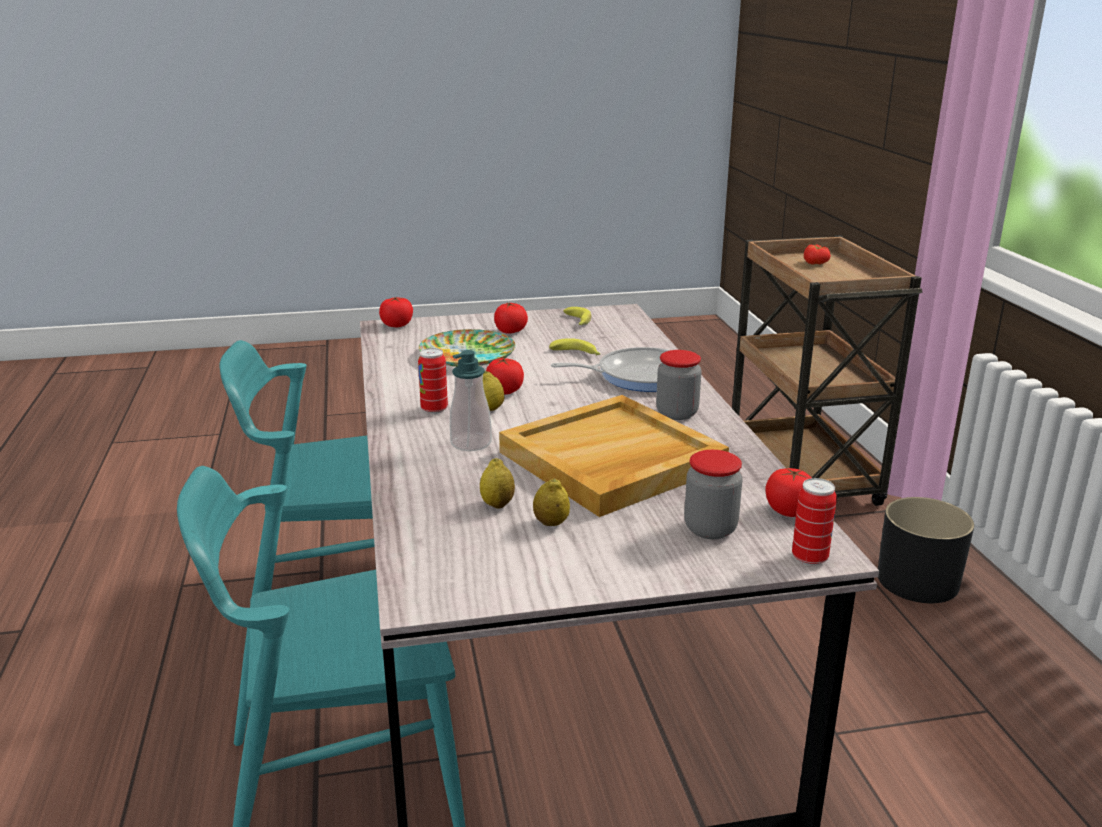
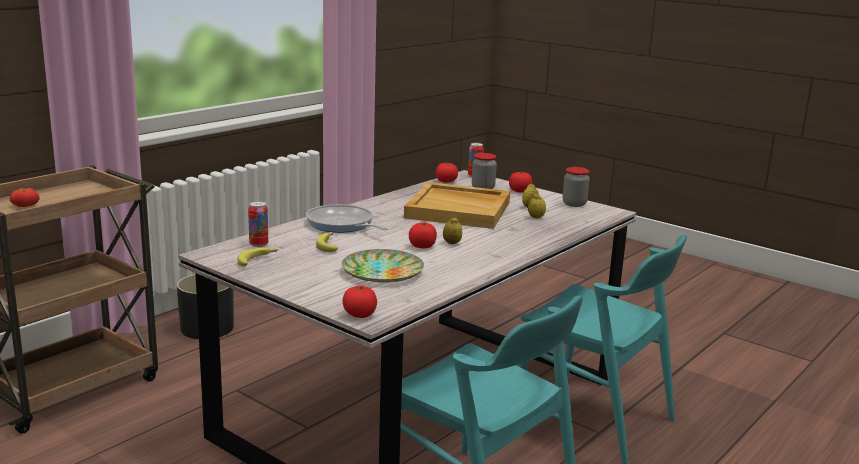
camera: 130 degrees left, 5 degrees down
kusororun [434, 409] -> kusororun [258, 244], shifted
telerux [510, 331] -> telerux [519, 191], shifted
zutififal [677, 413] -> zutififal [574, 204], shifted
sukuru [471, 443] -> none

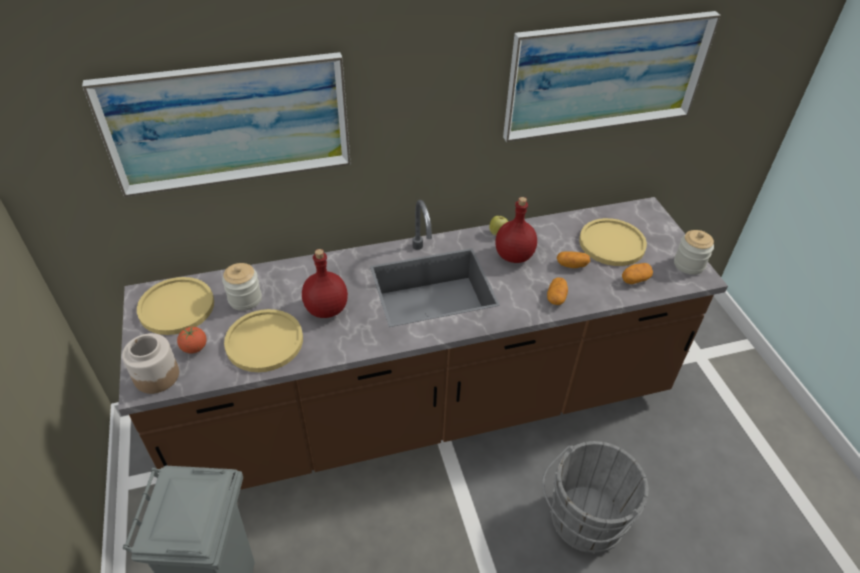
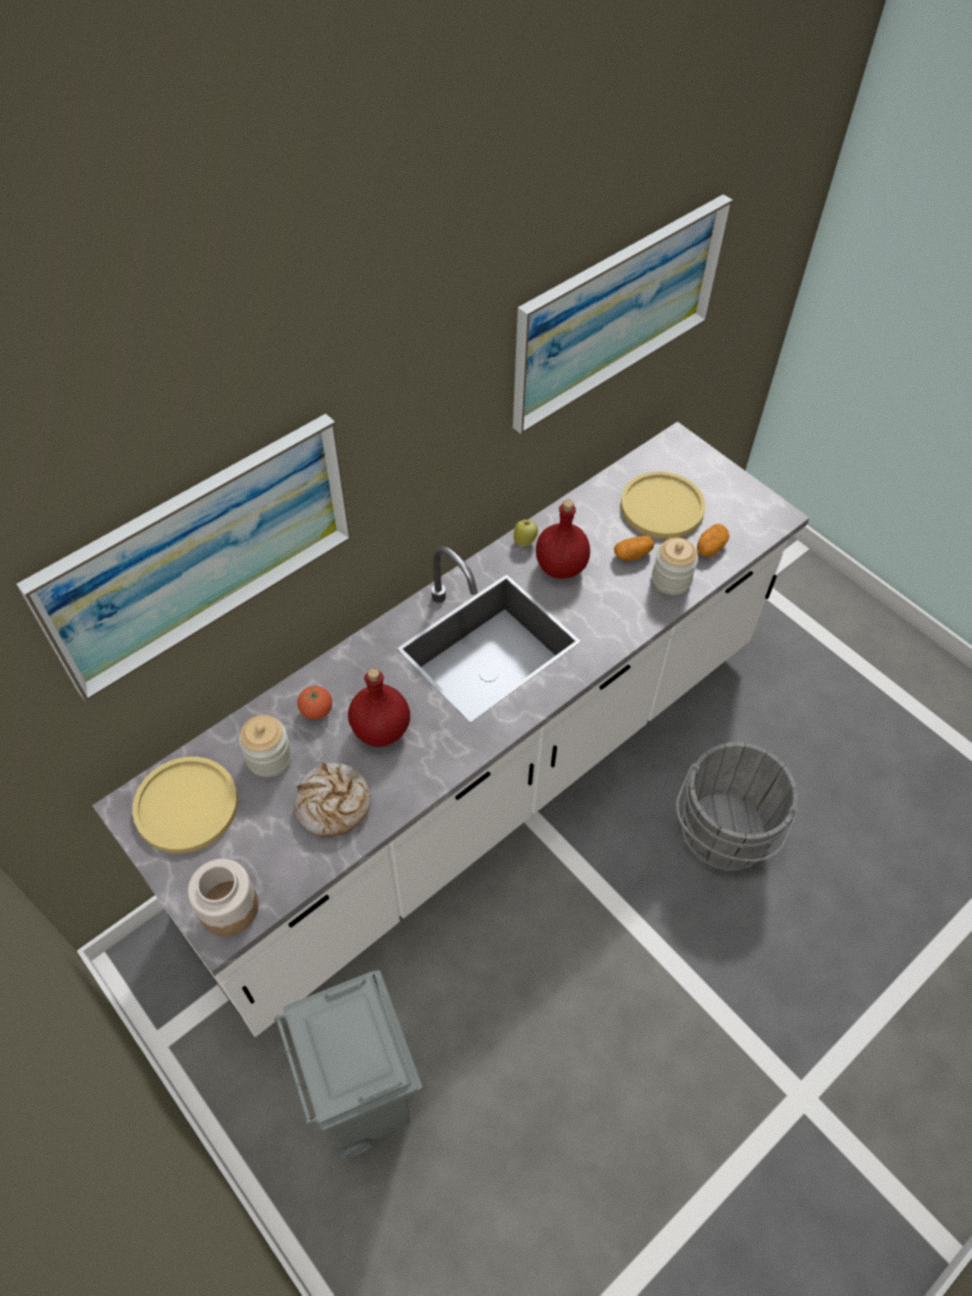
camera: 25 degrees left, 10 degrees up
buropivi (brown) [426, 410] -> buropivi (white) [483, 780]
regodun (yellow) [264, 341] -> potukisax [333, 805]
telerux [194, 348] -> telerux [316, 711], shifted
zutififal [689, 264] -> zutififal [671, 580], shifted
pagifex [556, 297] -> none

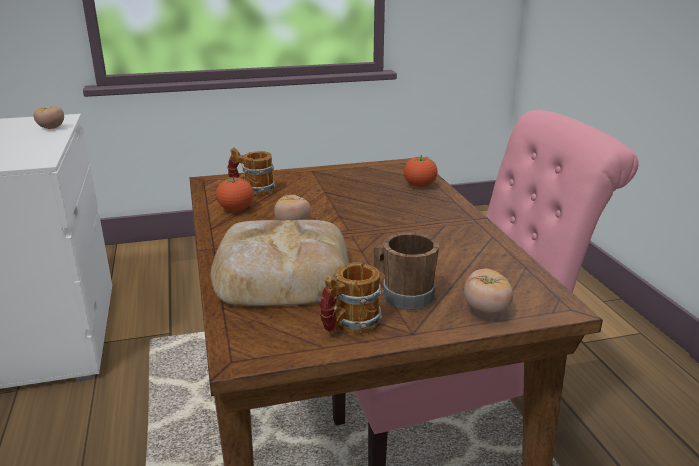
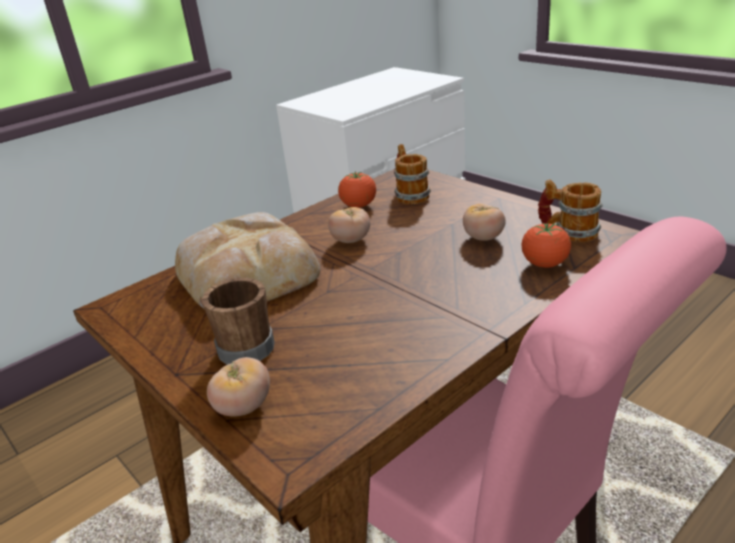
camera: 65 degrees right, 5 degrees up
telerux [51, 128] -> telerux [483, 238], shifted
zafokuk [349, 326] -> zafokuk [568, 232], shifted

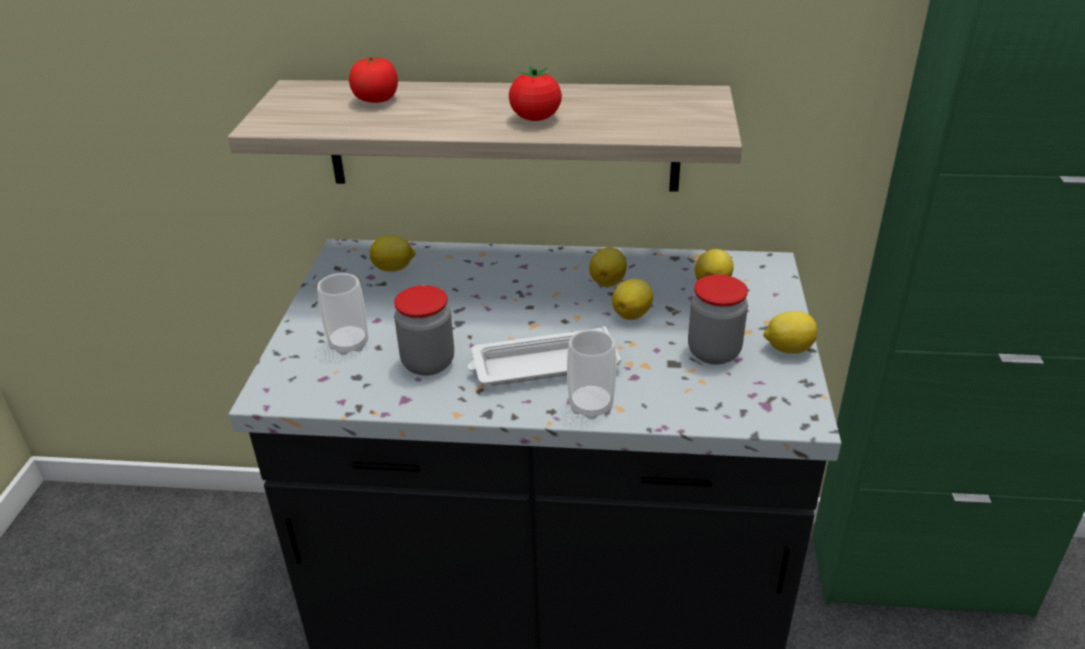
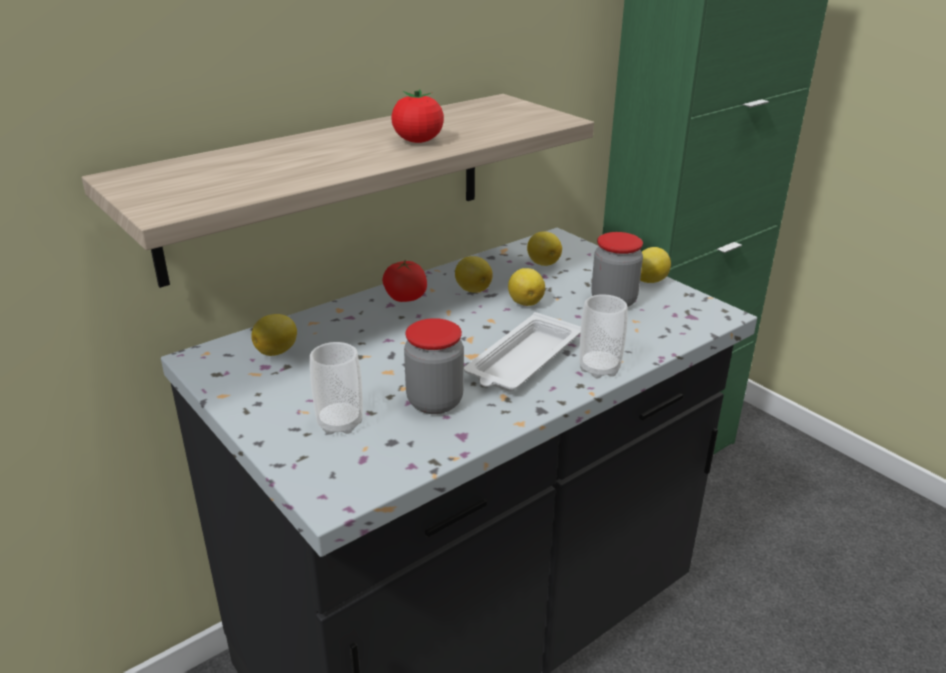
camera: 45 degrees left, 5 degrees down
telerux [376, 100] -> telerux [406, 298], shifted

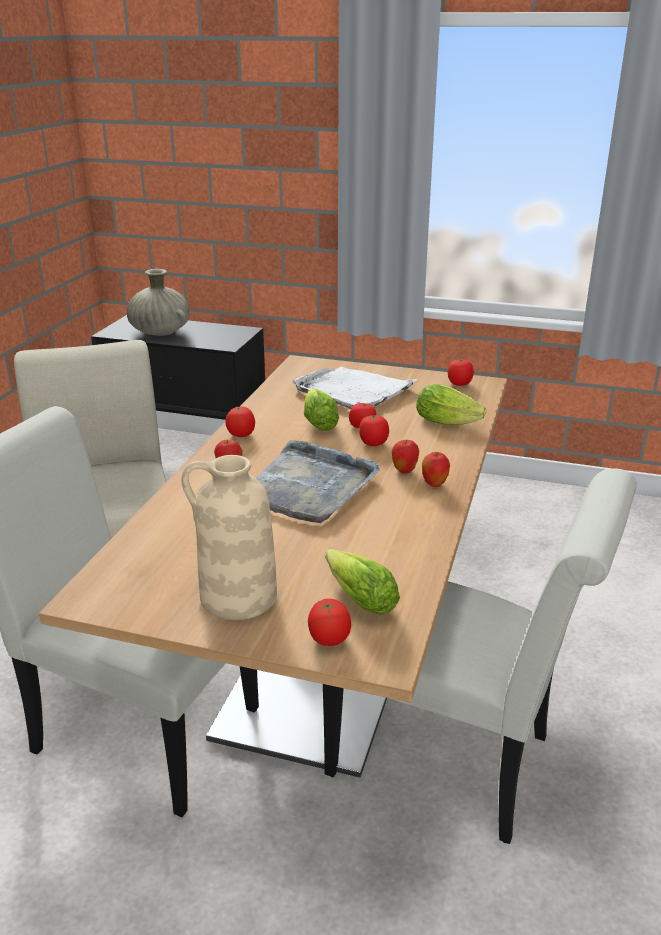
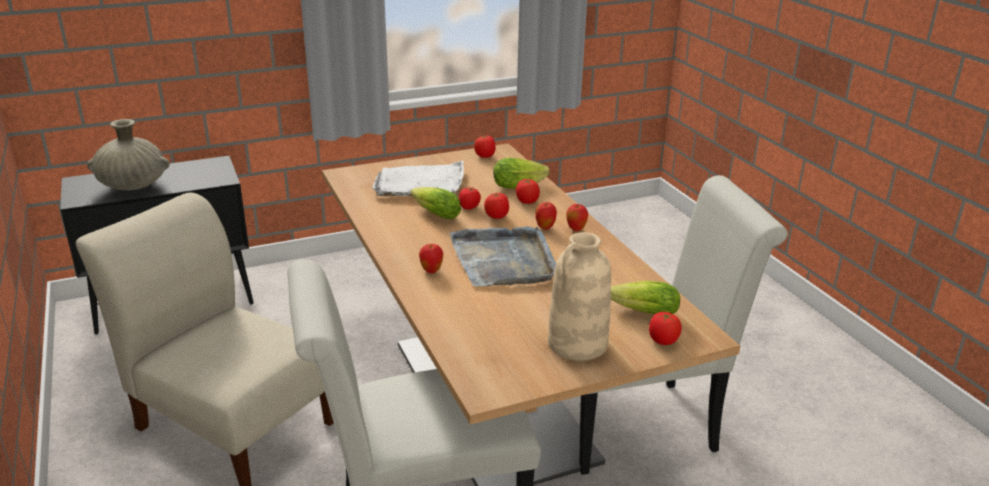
camera: 40 degrees left, 0 degrees up
telerux [241, 434] -> telerux [527, 202], shifted

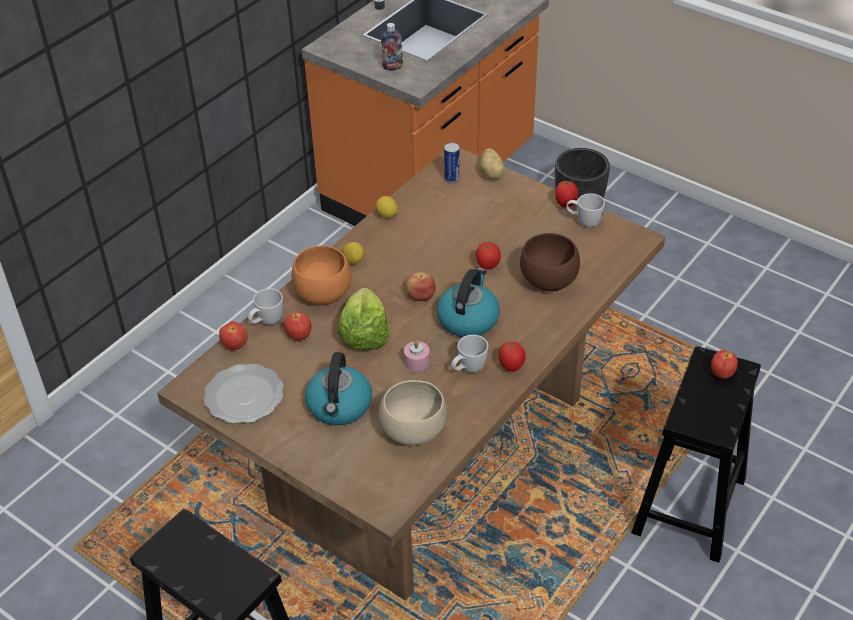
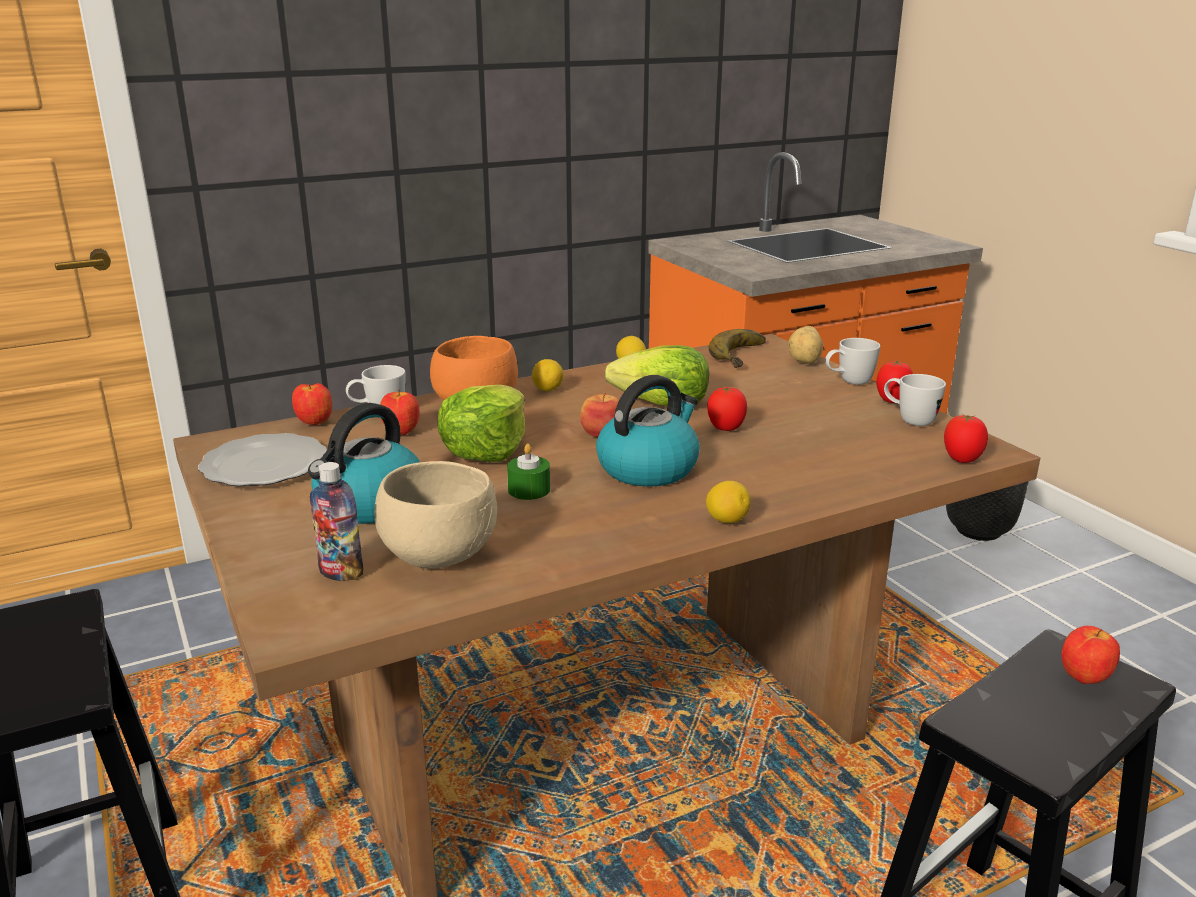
camera: 25 degrees right, 20 degrees down
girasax [392, 67] -> girasax [341, 573], shifted
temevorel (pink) [417, 362] -> temevorel (green) [529, 490]
none -> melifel [662, 404]
none -> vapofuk [727, 520]
kusororun [451, 179] -> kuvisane [746, 355]
zafokuk (white) [468, 369] -> zafokuk (white) [848, 382], shifted
telerux [511, 367] -> telerux [962, 460], shifted
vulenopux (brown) [549, 283] -> none

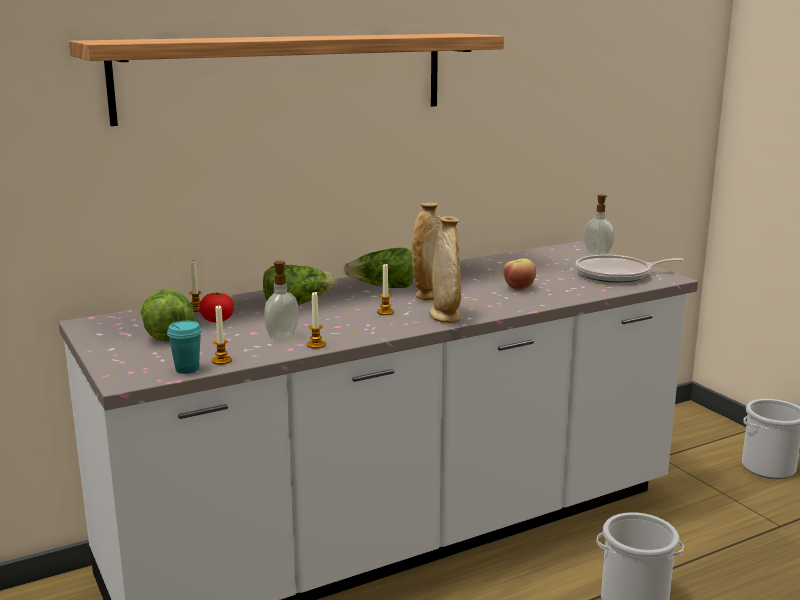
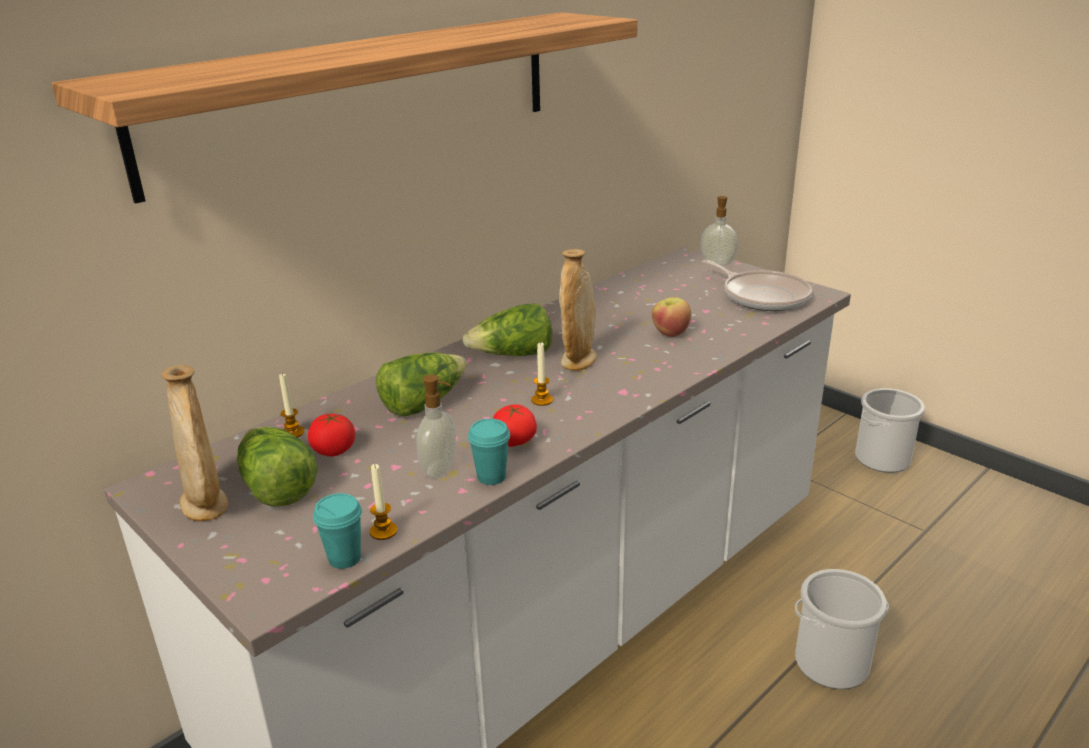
camera: 15 degrees left, 10 degrees up
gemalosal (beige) [444, 316] -> gemalosal (beige) [204, 505], shifted
temevorel [316, 345] -> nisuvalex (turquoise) [491, 477]
none -> telerux [514, 441]
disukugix [617, 275] -> disukugix [762, 296], 105 degrees counterclockwise

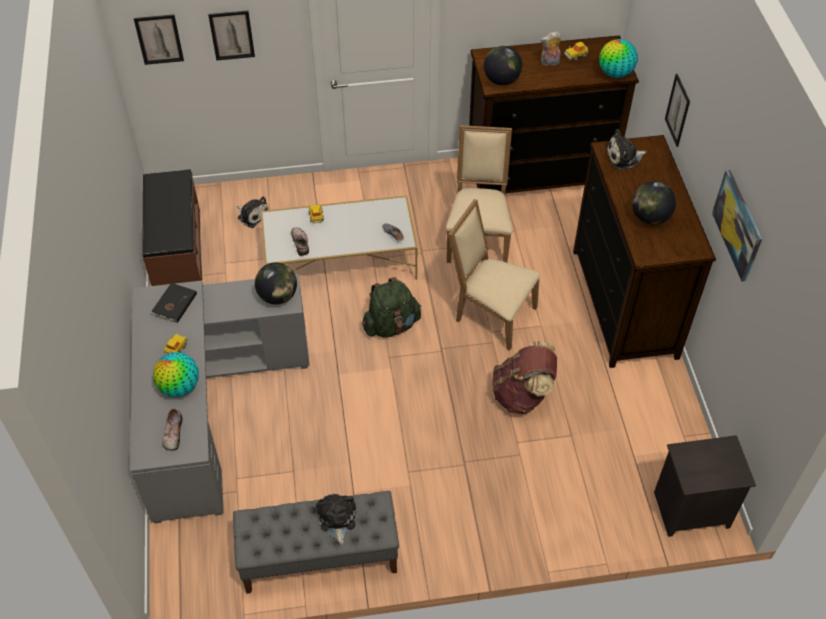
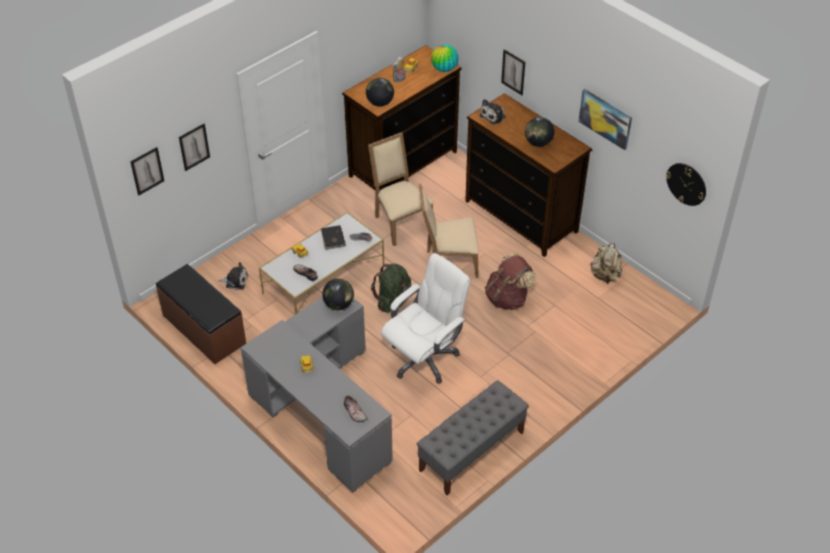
camera: 35 degrees left, 5 degrees down
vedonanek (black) [173, 304] -> vedonanek (black) [332, 238], shifted
none -> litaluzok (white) [424, 358]
none -> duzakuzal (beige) [605, 275]
none -> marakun [686, 184]
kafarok [179, 387] -> none
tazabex [337, 519] -> none
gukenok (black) [690, 511] -> none

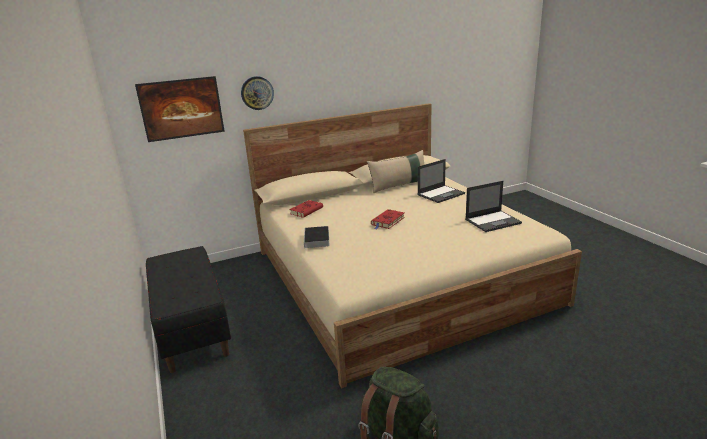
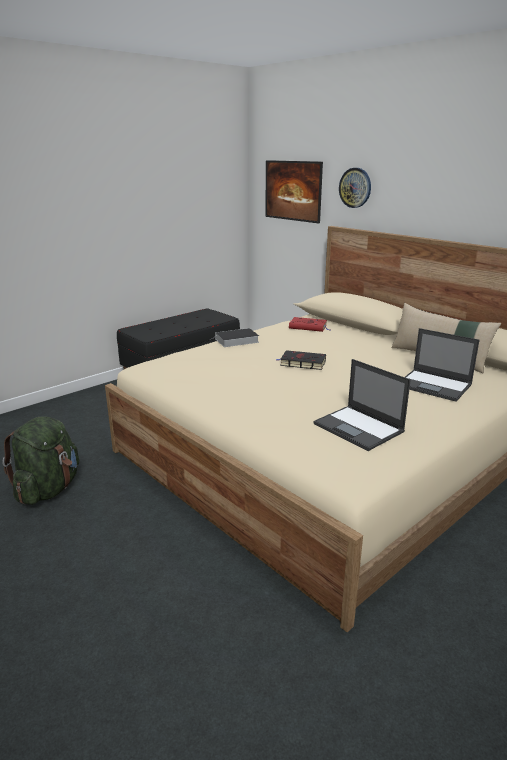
camera: 70 degrees right, 0 degrees up
vedonanek (red) [387, 221] -> vedonanek (black) [301, 363]

